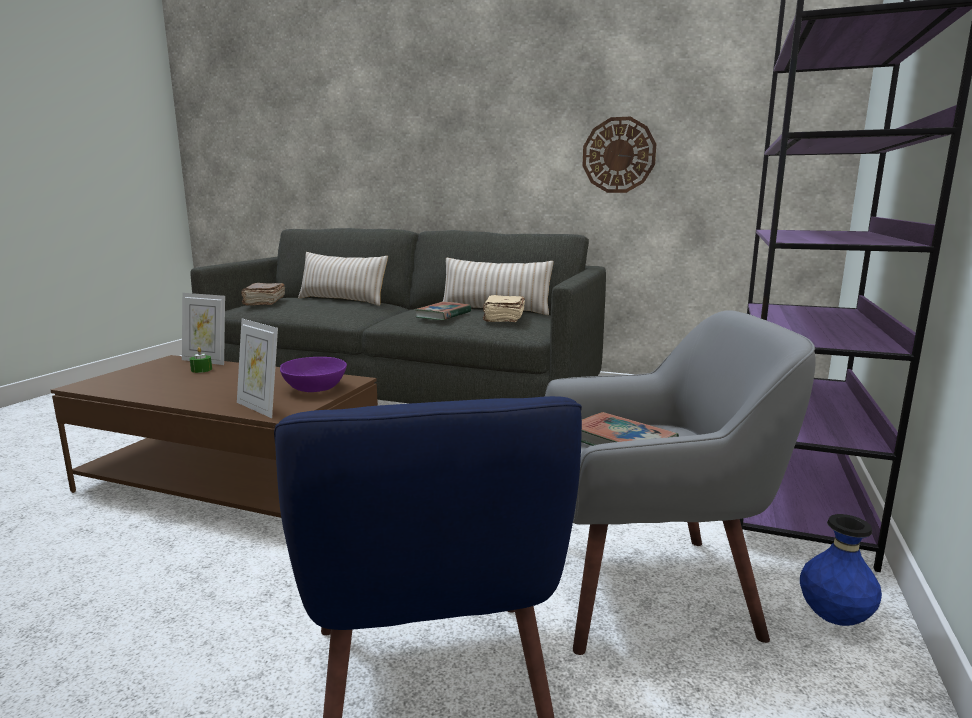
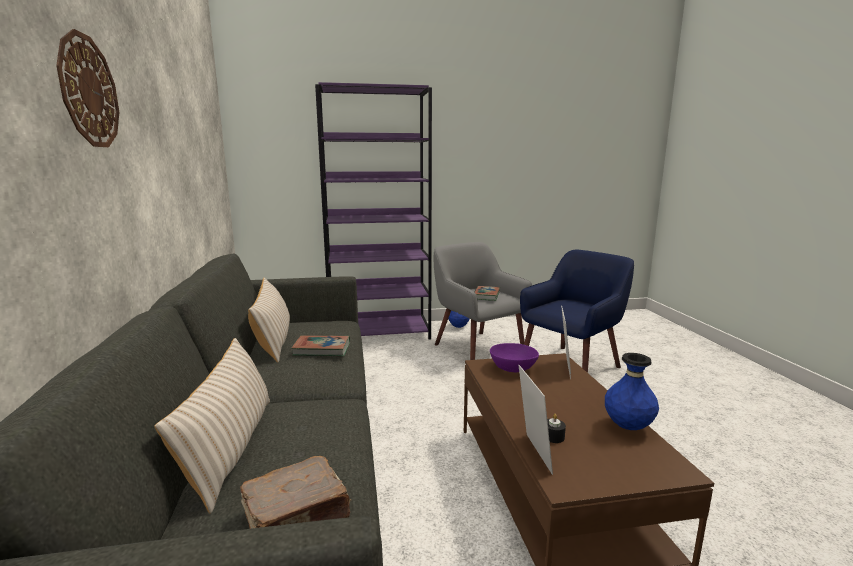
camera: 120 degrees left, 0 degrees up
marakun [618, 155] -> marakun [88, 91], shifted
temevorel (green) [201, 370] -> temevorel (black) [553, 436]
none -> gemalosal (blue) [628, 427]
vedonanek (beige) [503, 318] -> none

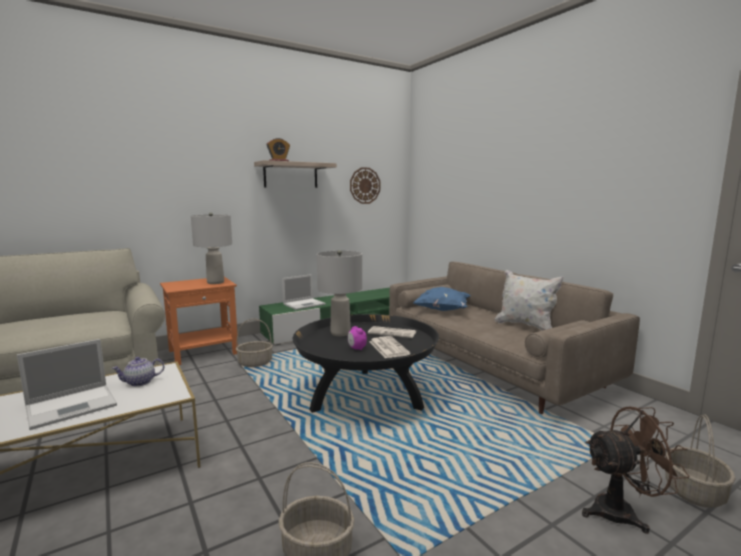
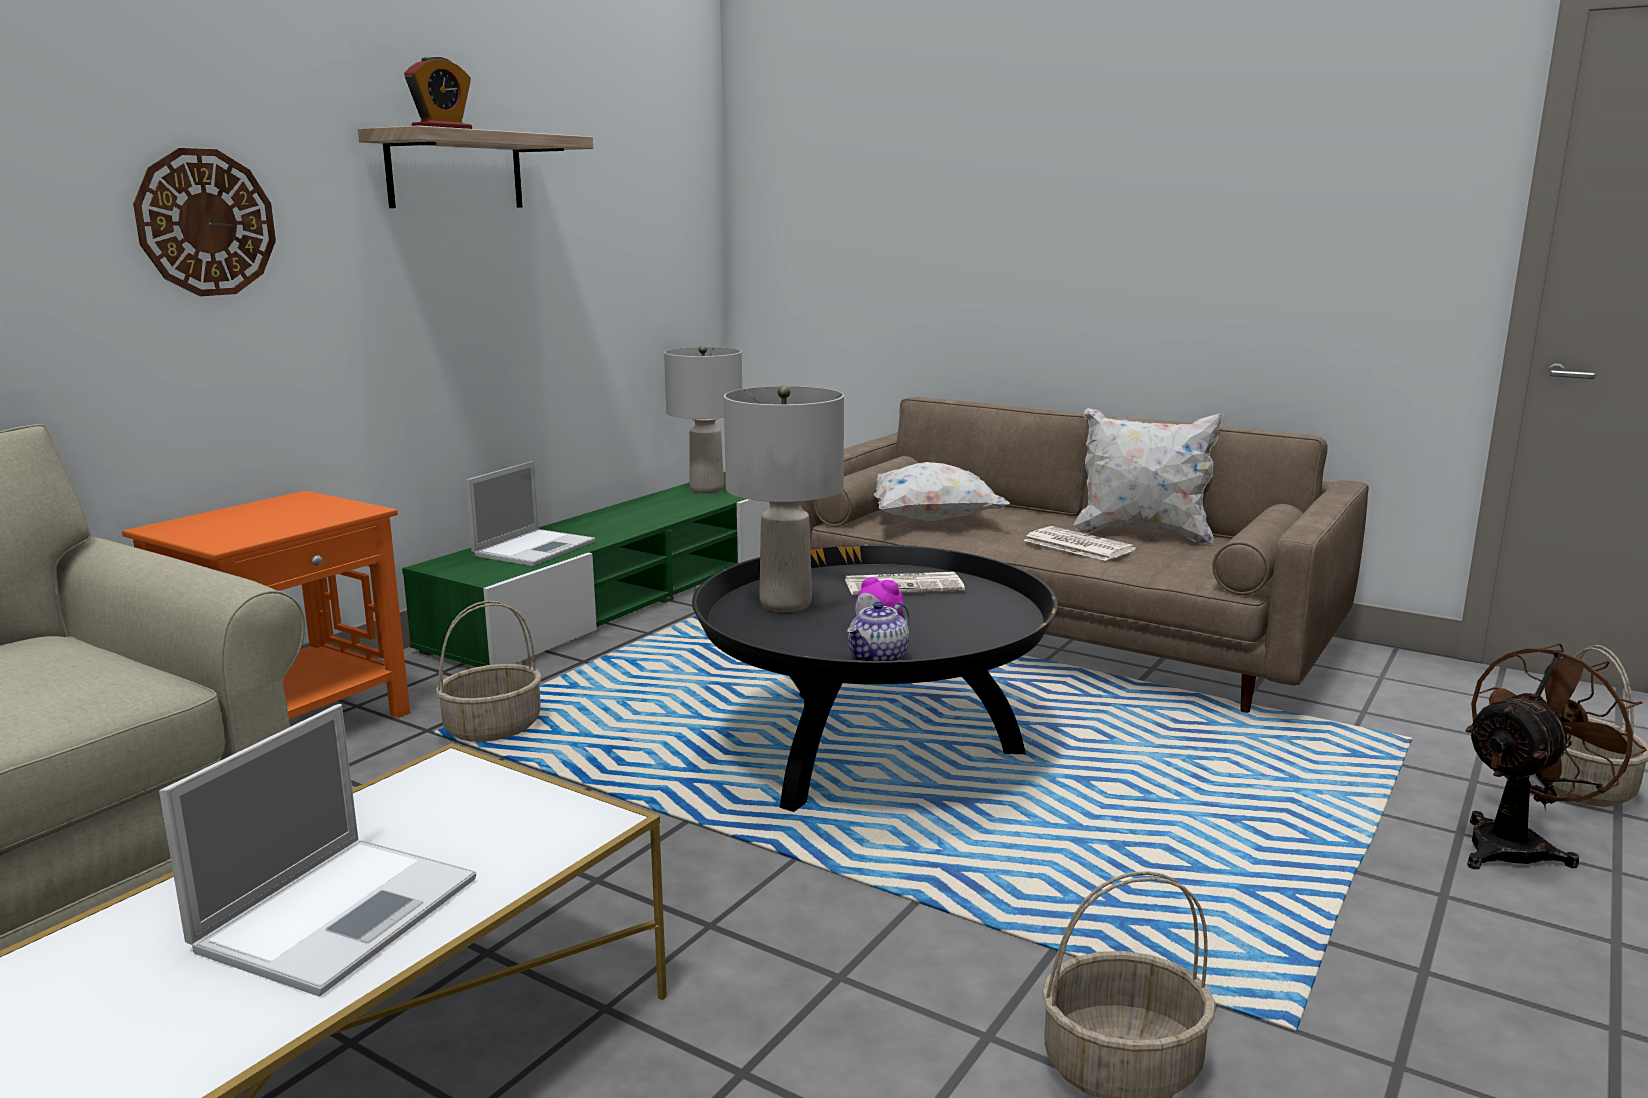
camera: 25 degrees left, 5 degrees up
marakun [365, 185] -> marakun [206, 223], shifted
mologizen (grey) [216, 282] -> mologizen (grey) [707, 489], shifted
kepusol [140, 382] -> kepusol [878, 659], shifted
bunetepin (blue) [442, 310] -> bunetepin (white) [930, 520]
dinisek [388, 347] -> dinisek [1076, 545], shifted

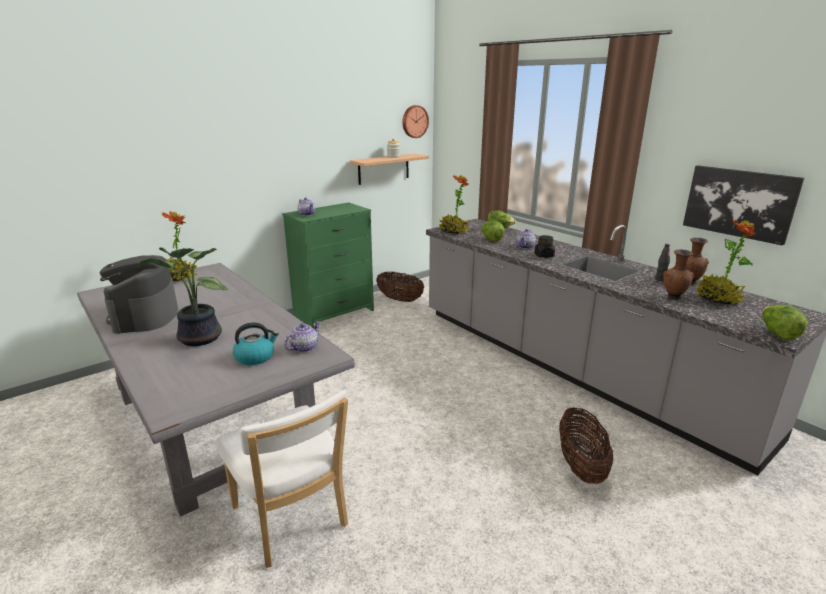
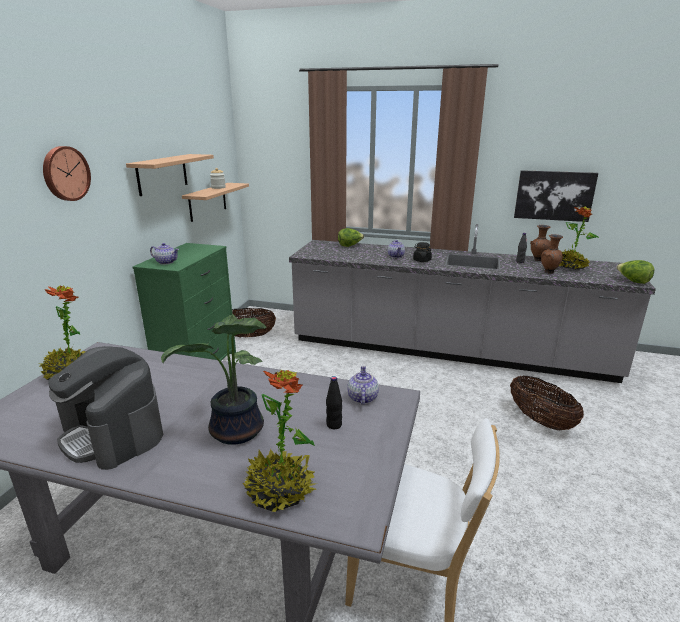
camera: 35 degrees left, 0 degrees up
marakun [414, 121] -> marakun [65, 173], shifted
none -> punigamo [162, 174]
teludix [453, 231] -> teludix [280, 491], shifted
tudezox [255, 357] -> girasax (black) [334, 425]
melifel [491, 240] -> none

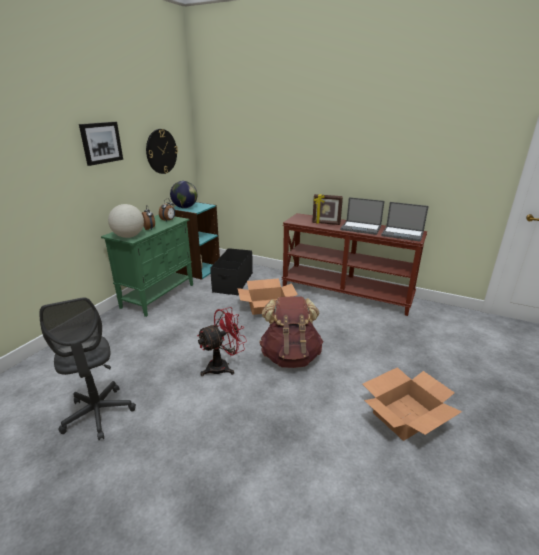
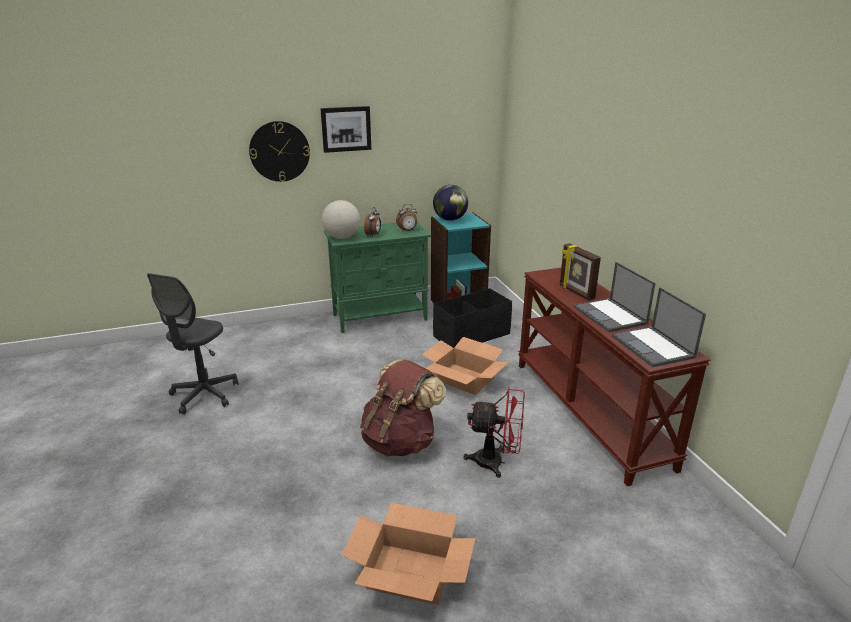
camera: 45 degrees right, 0 degrees up
marakun [161, 151] -> marakun [279, 151], shifted
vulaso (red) [223, 366] -> vulaso (red) [496, 462], shifted

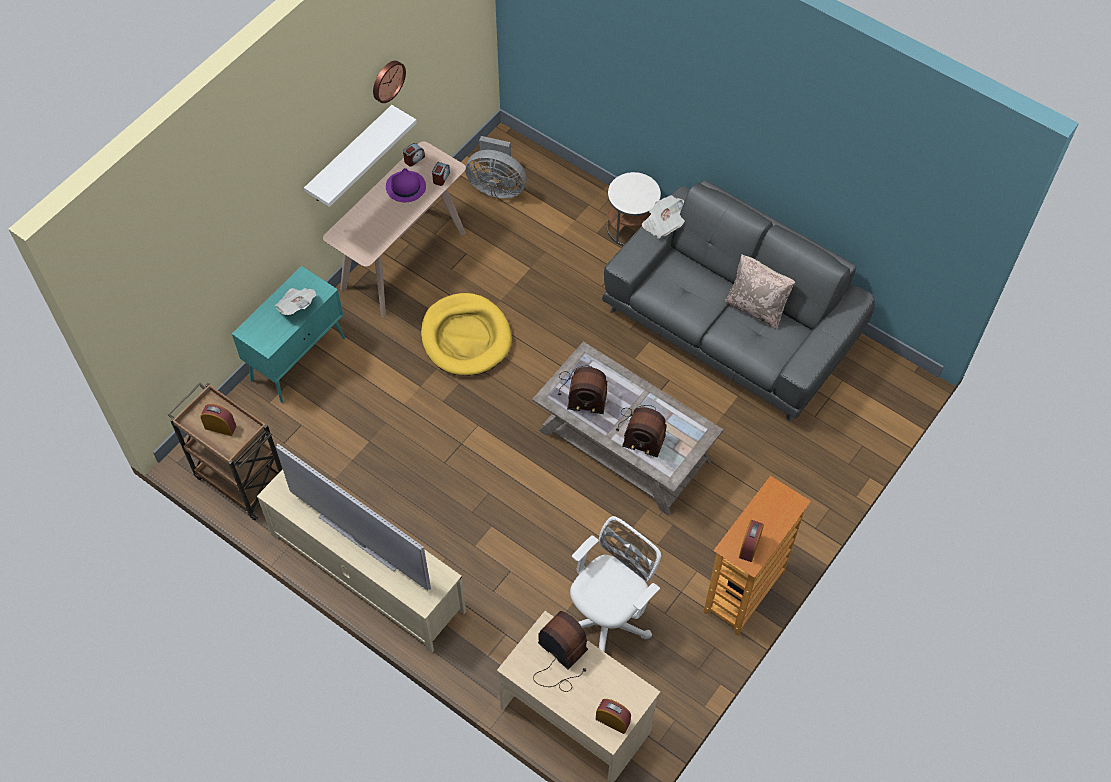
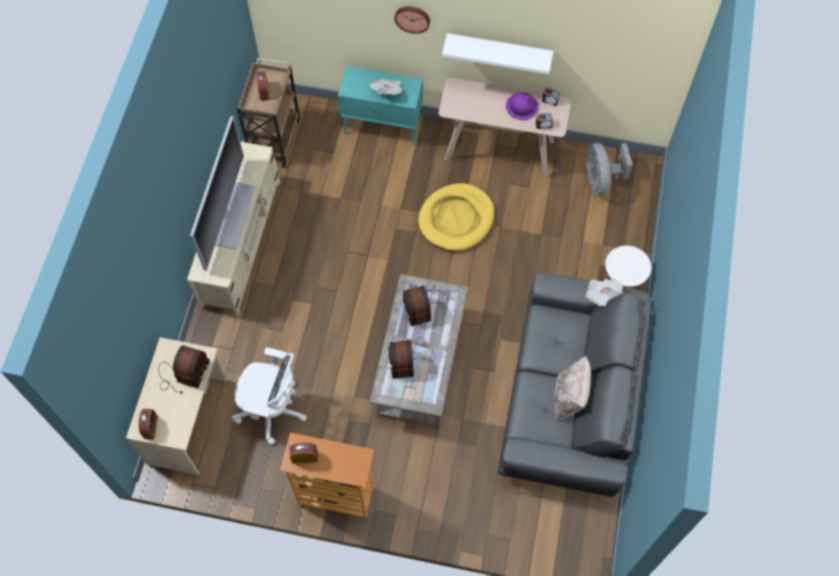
camera: 65 degrees right, 5 degrees up
marakun [387, 80] -> marakun [412, 18], shifted

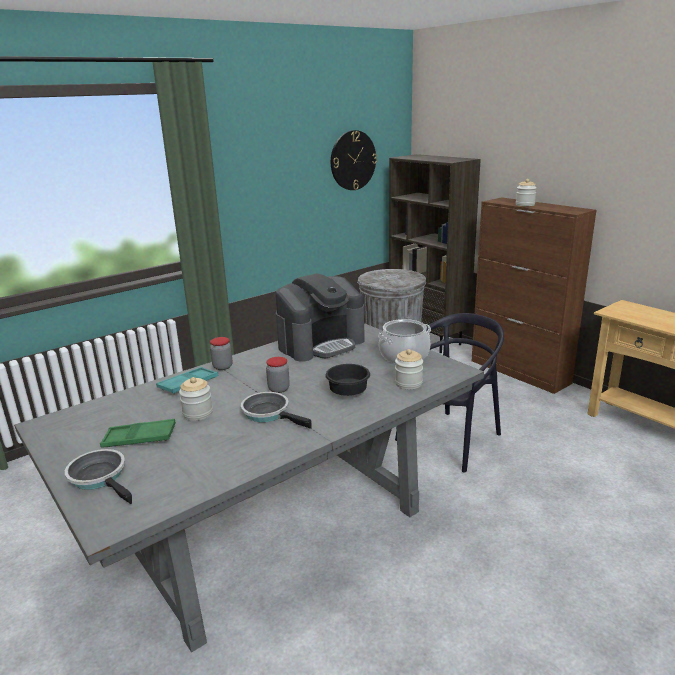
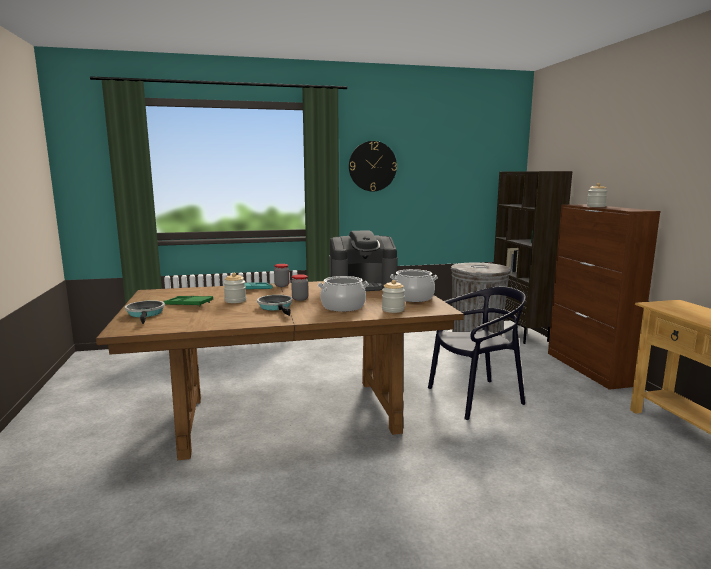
camera: 25 degrees right, 10 degrees down
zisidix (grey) [277, 528] -> zisidix (brown) [290, 415]
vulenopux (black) [348, 391] -> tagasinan [343, 307]
marakun [353, 160] -> marakun [372, 166], shifted

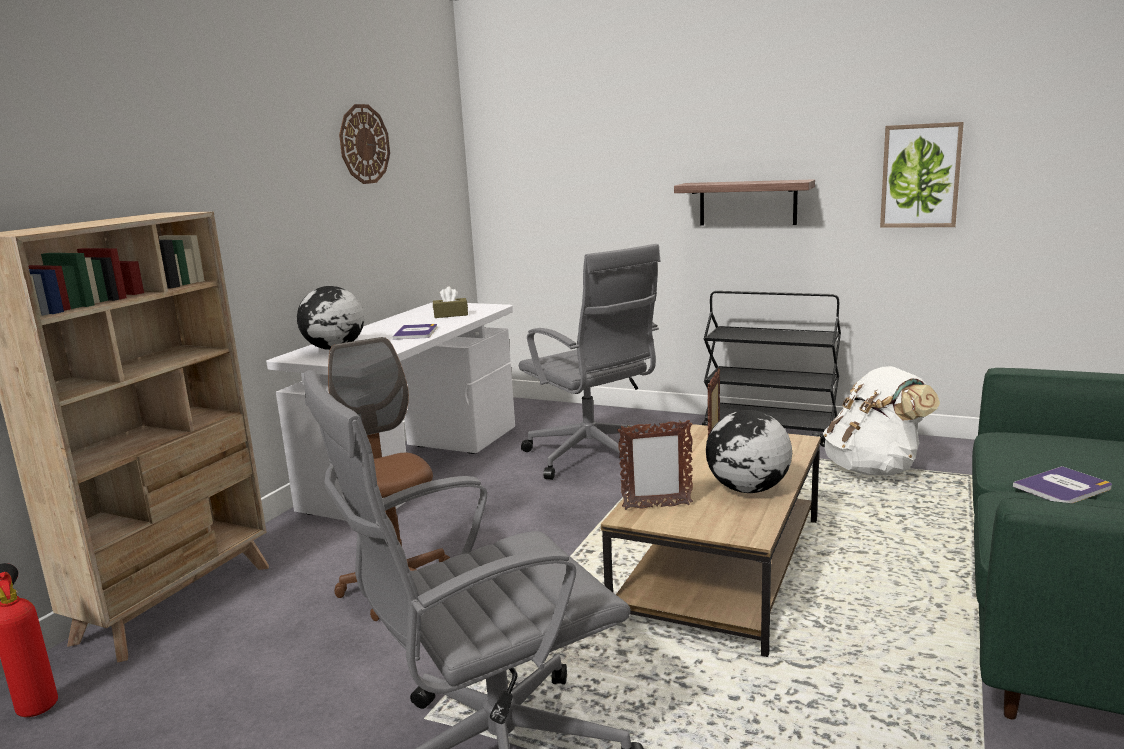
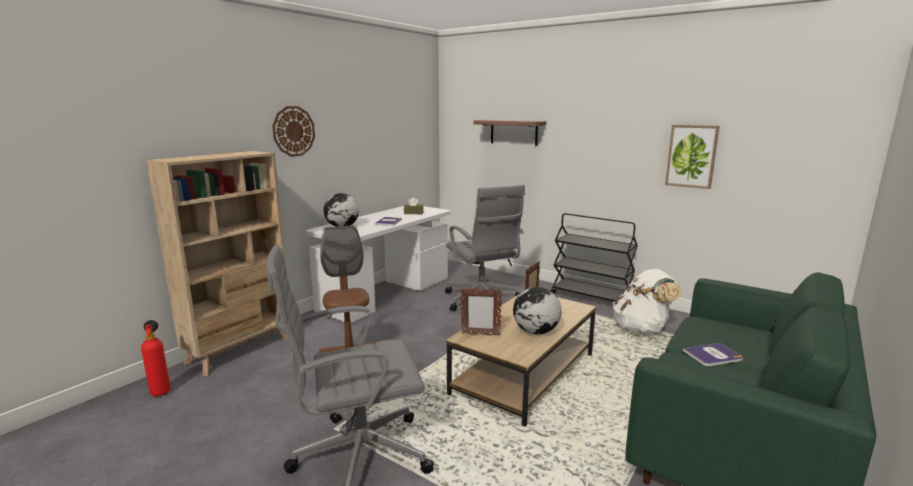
camera: 10 degrees right, 0 degrees up
marakun [364, 144] -> marakun [293, 131], shifted
punigamo [747, 203] -> punigamo [513, 132], shifted

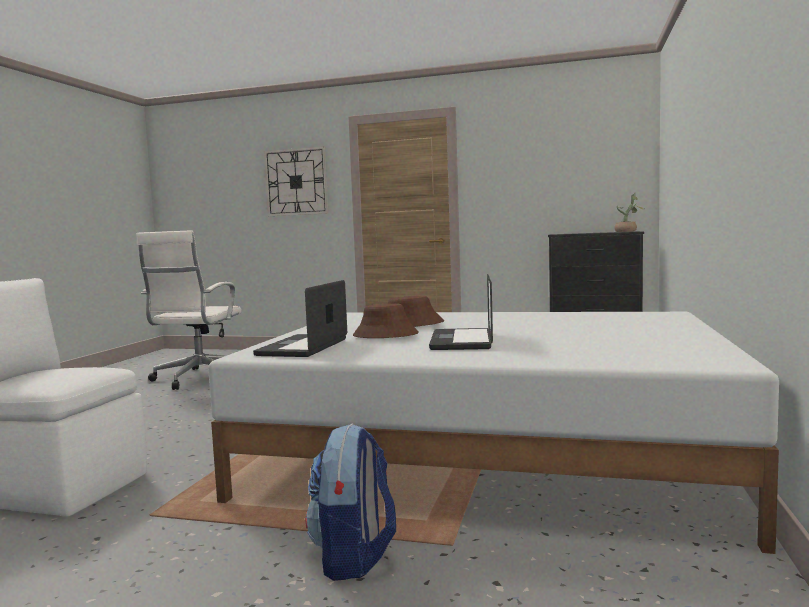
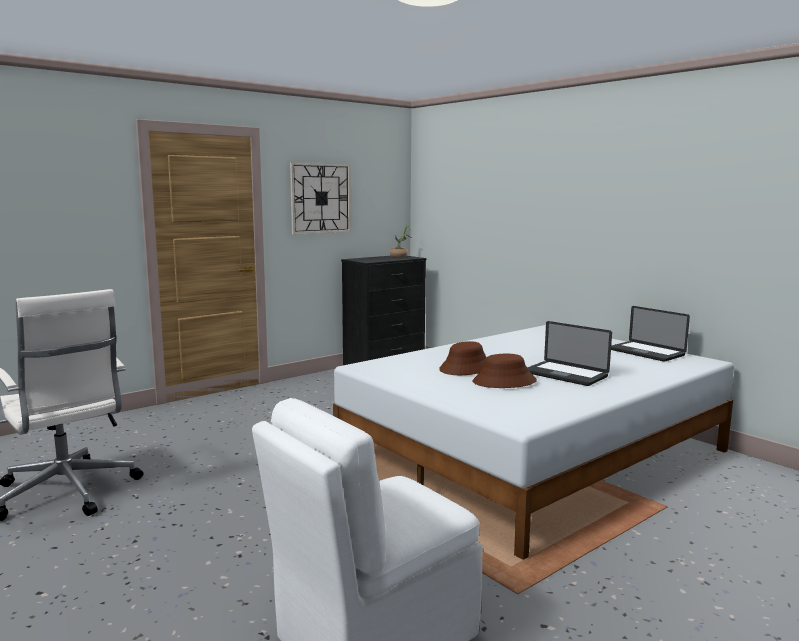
camera: 55 degrees left, 5 degrees up
marakun [296, 182] -> marakun [320, 198], shifted
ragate [303, 347] -> ragate [646, 352], shifted
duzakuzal [354, 557] -> none

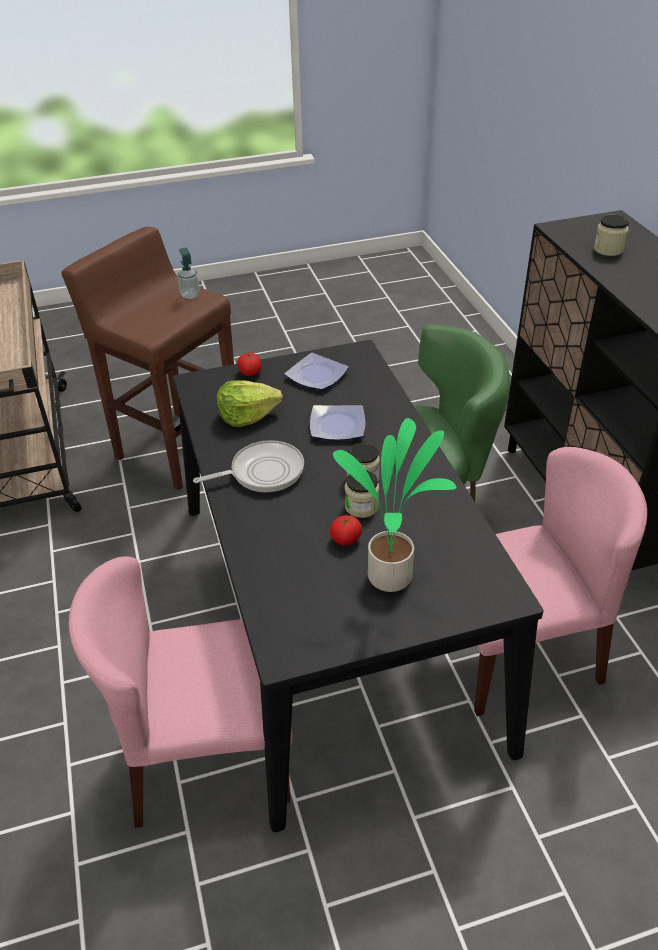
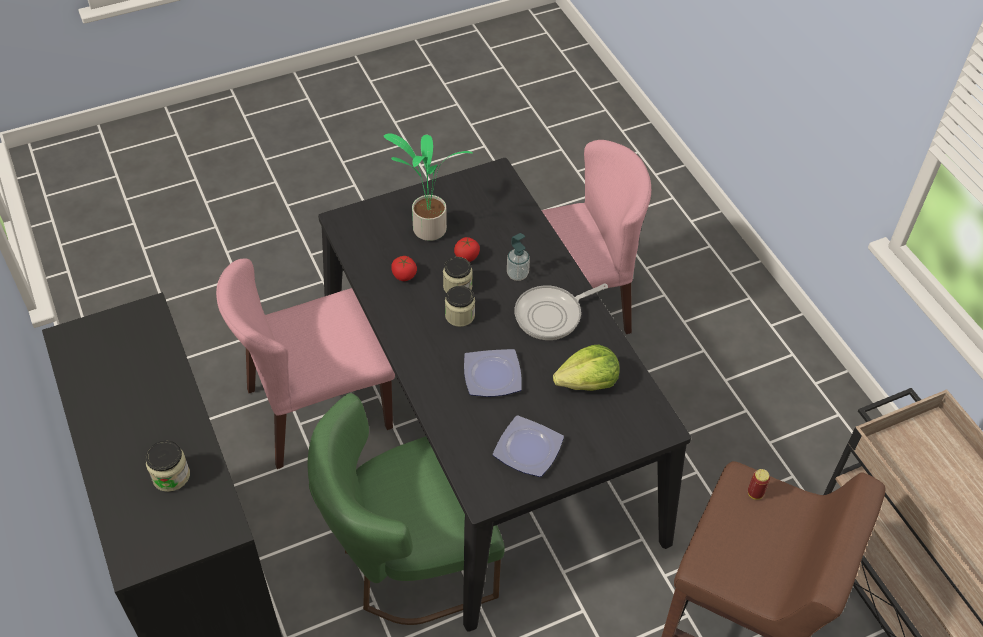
camera: 170 degrees right, 10 degrees up
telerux [250, 373] -> telerux [404, 275], shifted
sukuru [190, 295] -> sukuru [517, 274], shifted
none -> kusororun [755, 493]

